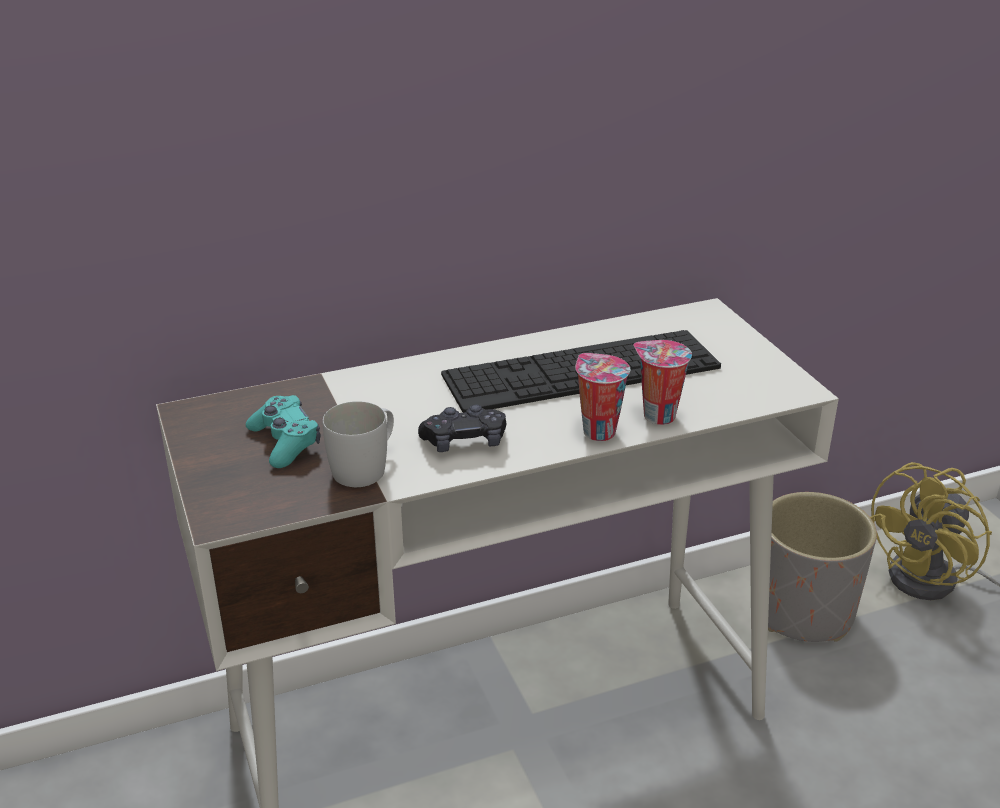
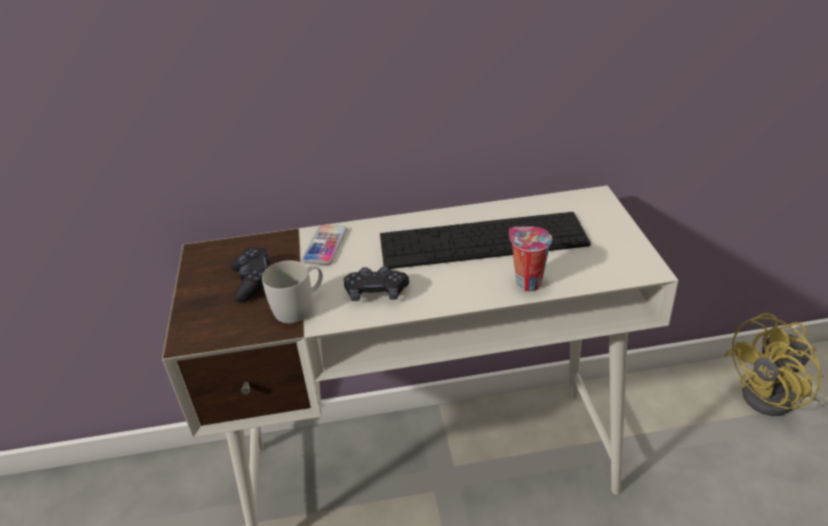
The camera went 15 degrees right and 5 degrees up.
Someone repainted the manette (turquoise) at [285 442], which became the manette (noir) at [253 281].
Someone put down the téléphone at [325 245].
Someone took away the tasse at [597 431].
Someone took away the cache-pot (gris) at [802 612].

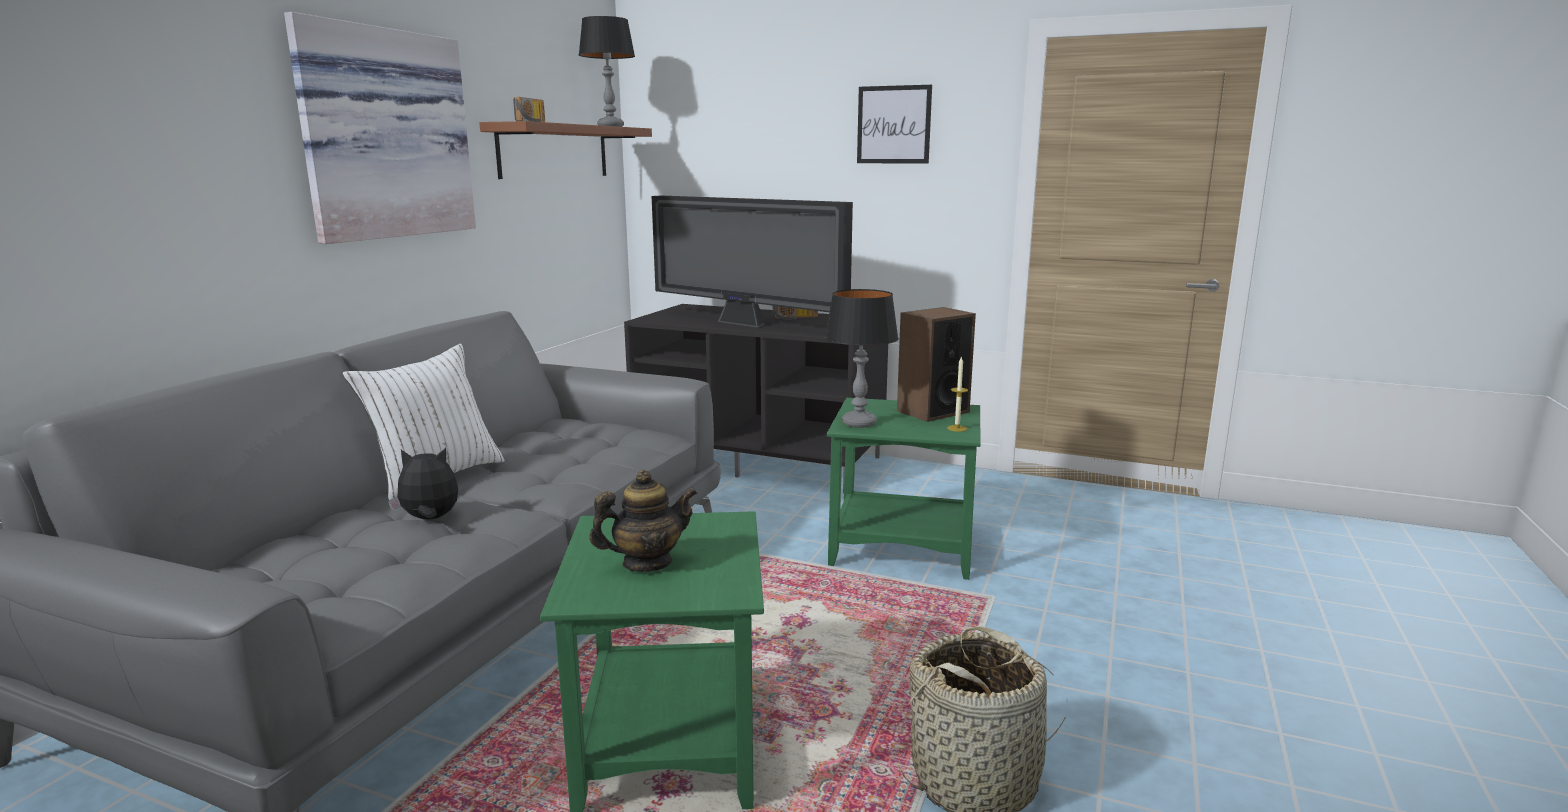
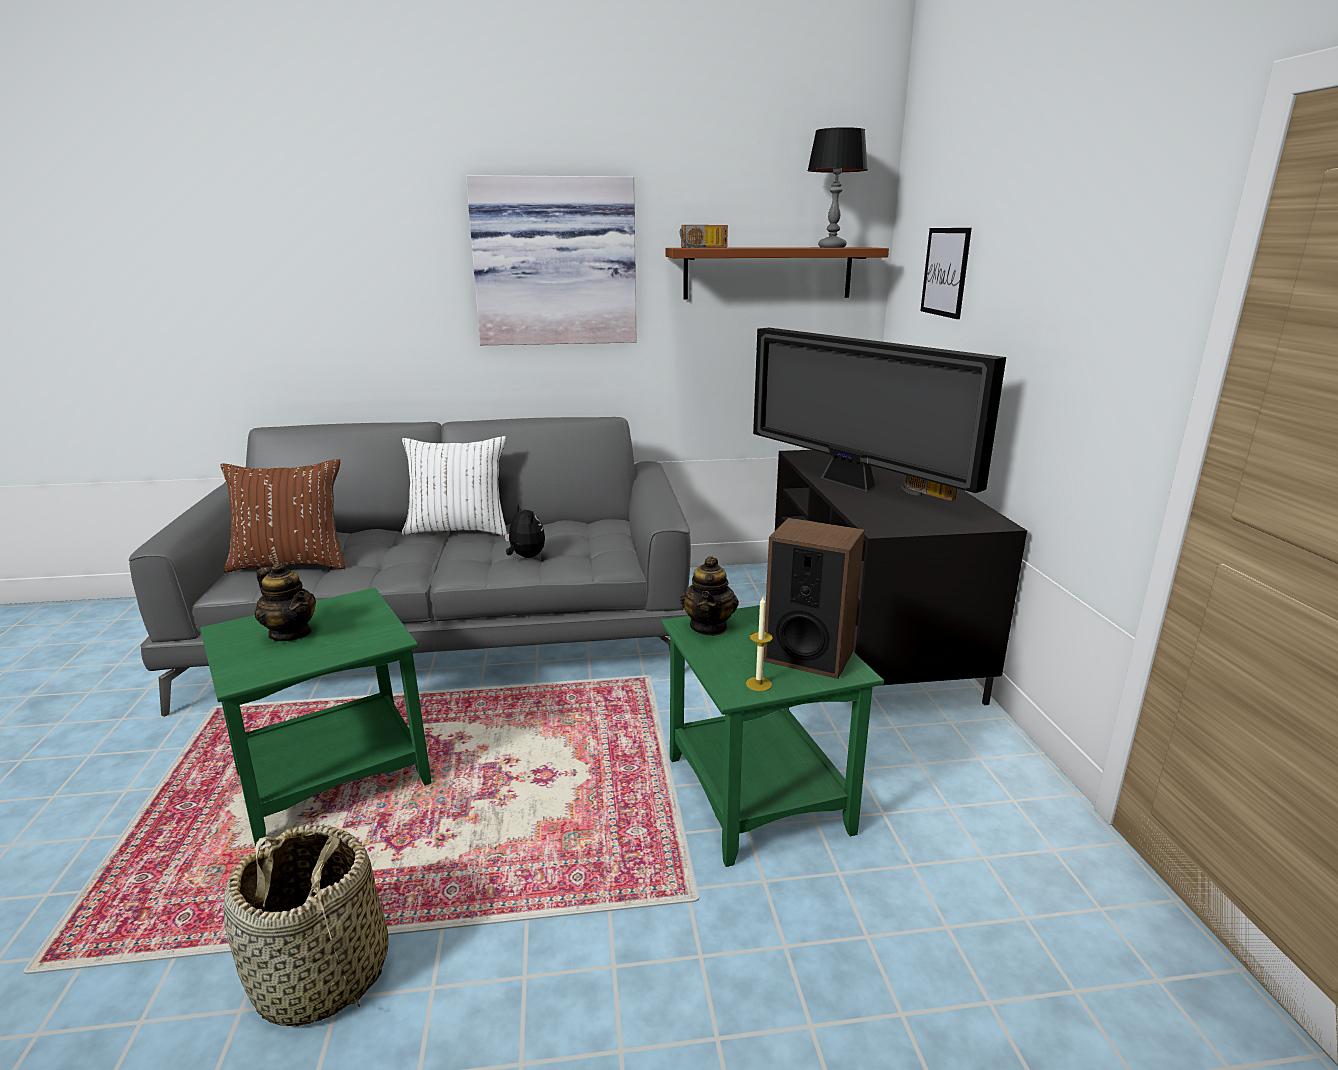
The camera went 60 degrees right and 5 degrees up.
Someone put down the coussin (marron) at [291 563].
Someone carried the peluche from [430 519] to [525 556].
Someone swapped the lampe de table at [859 423] for the théière at [709 627].
Someone rotated the téléviseur at [745 324] by 45 degrees counterclockwise.
Someone carried the tableau from [893 125] to [945 272].

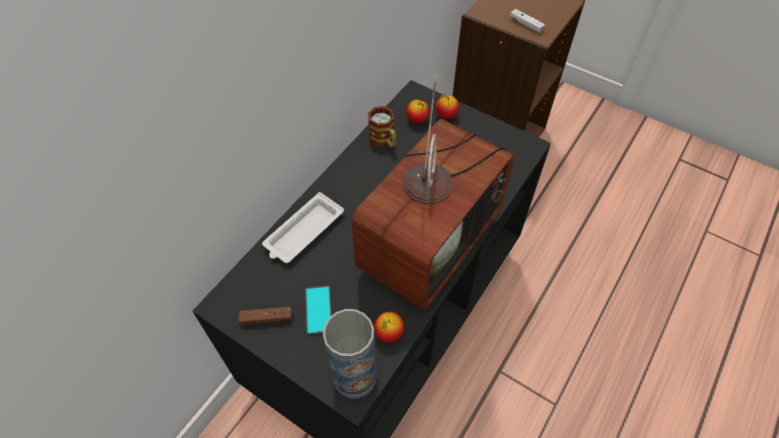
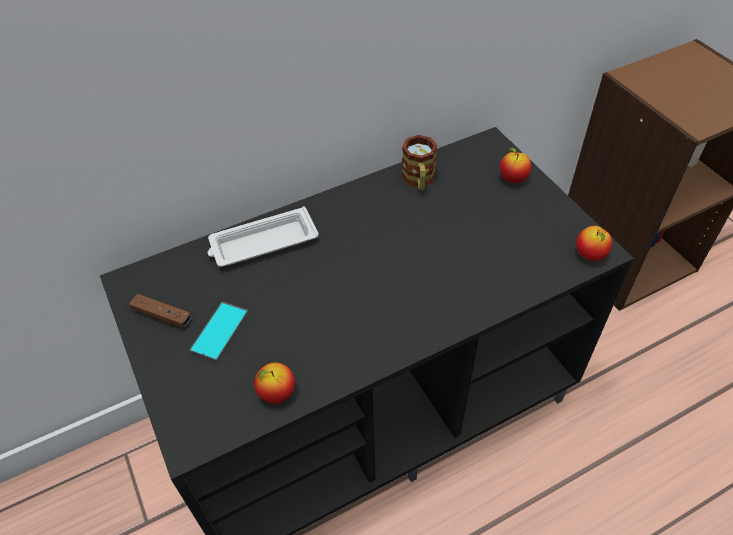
The camera went 30 degrees right and 5 degrees down.
Someone carried the pomme from [417 120] to [590 255].
Someone took away the vase at [354 377].
Someone took away the téléviseur at [428 237].
Someone took away the manette (blanc) at [526 24].

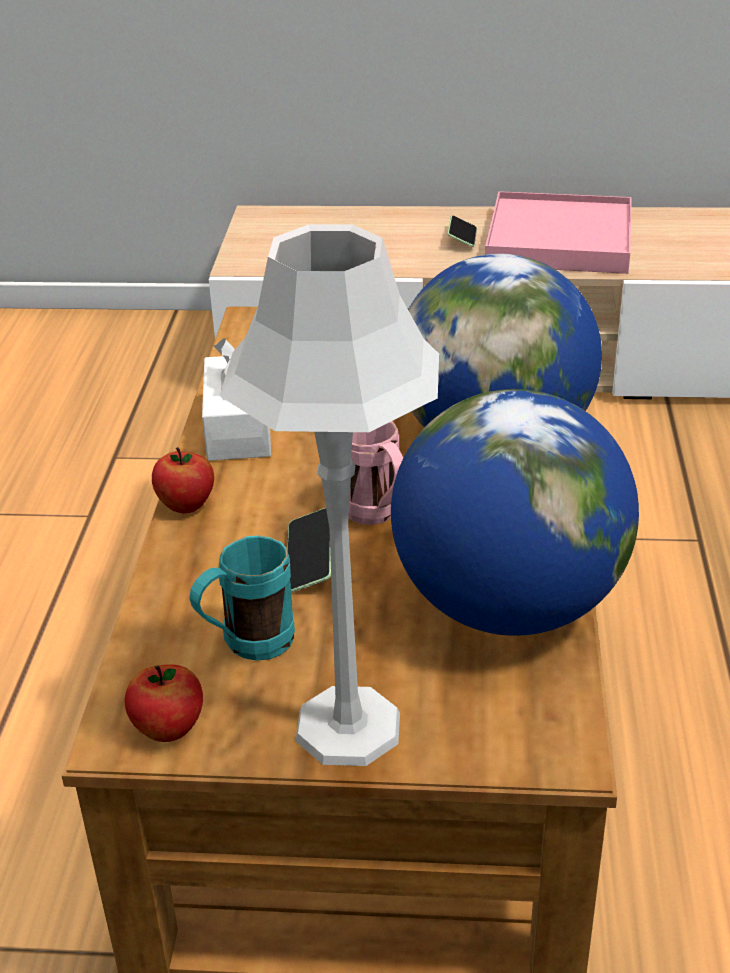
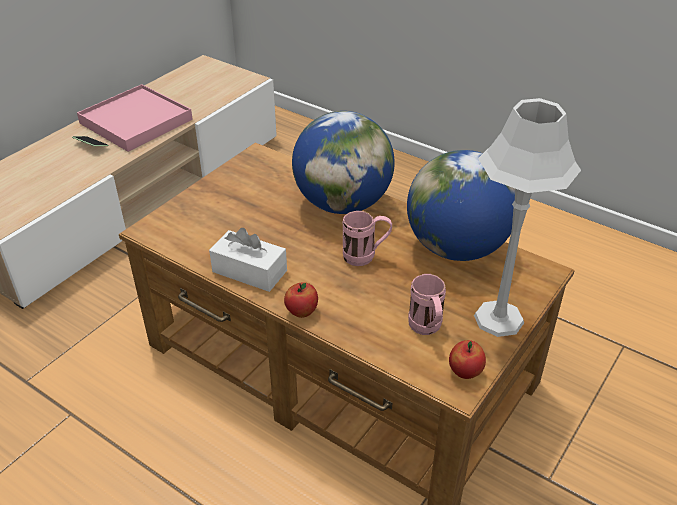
The camera went 60 degrees left and 5 degrees up.
Someone repainted the mug (turquoise) at [246 646], which became the mug (rose) at [426 329].
Someone took away the téléphone at [310 561].

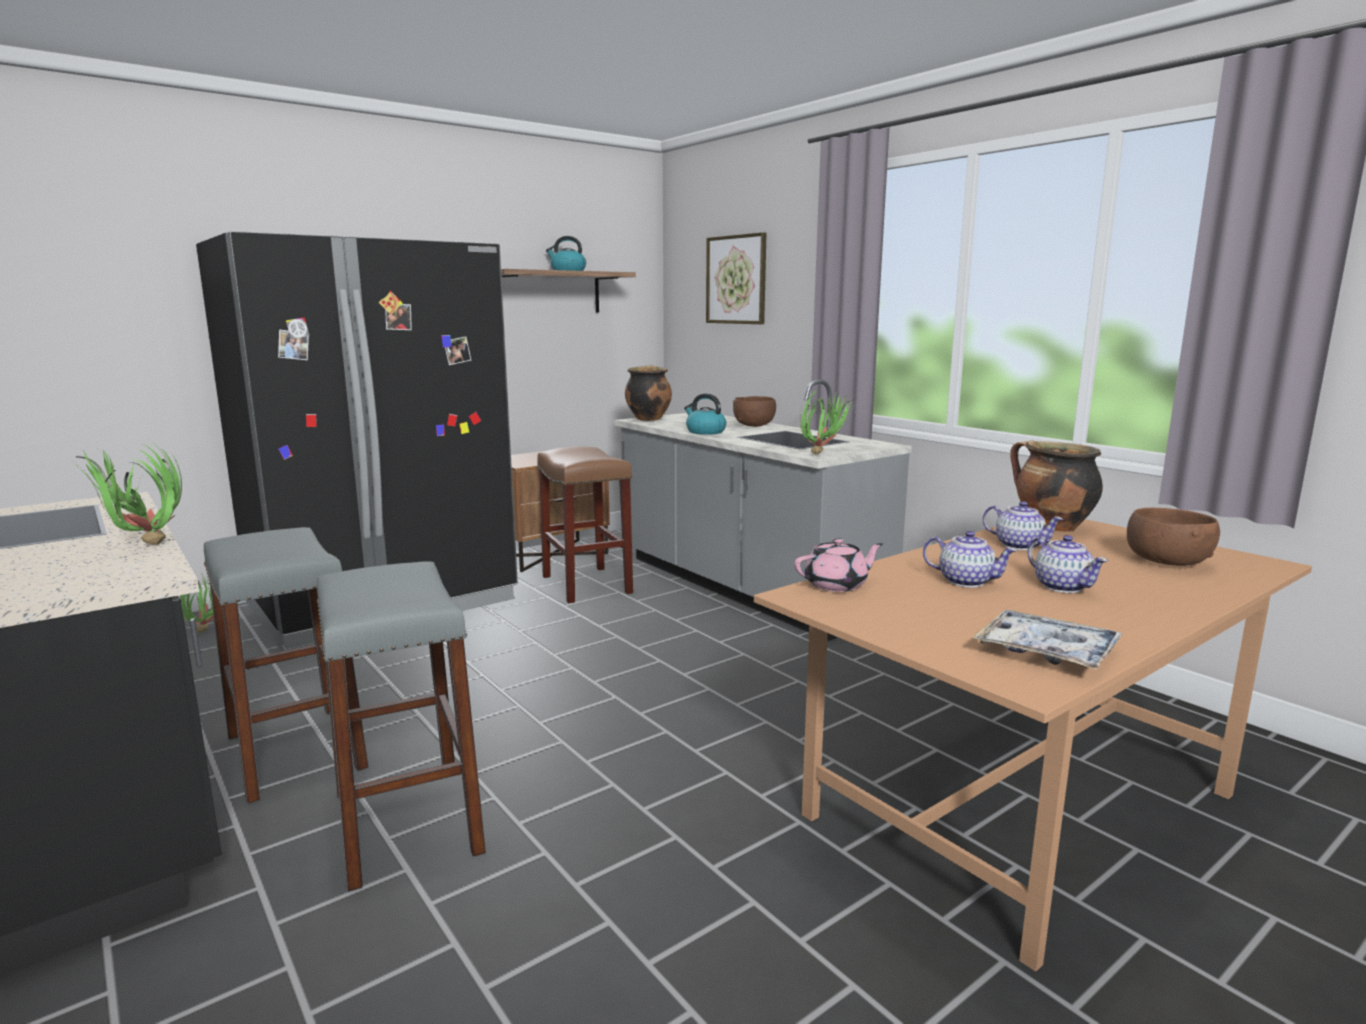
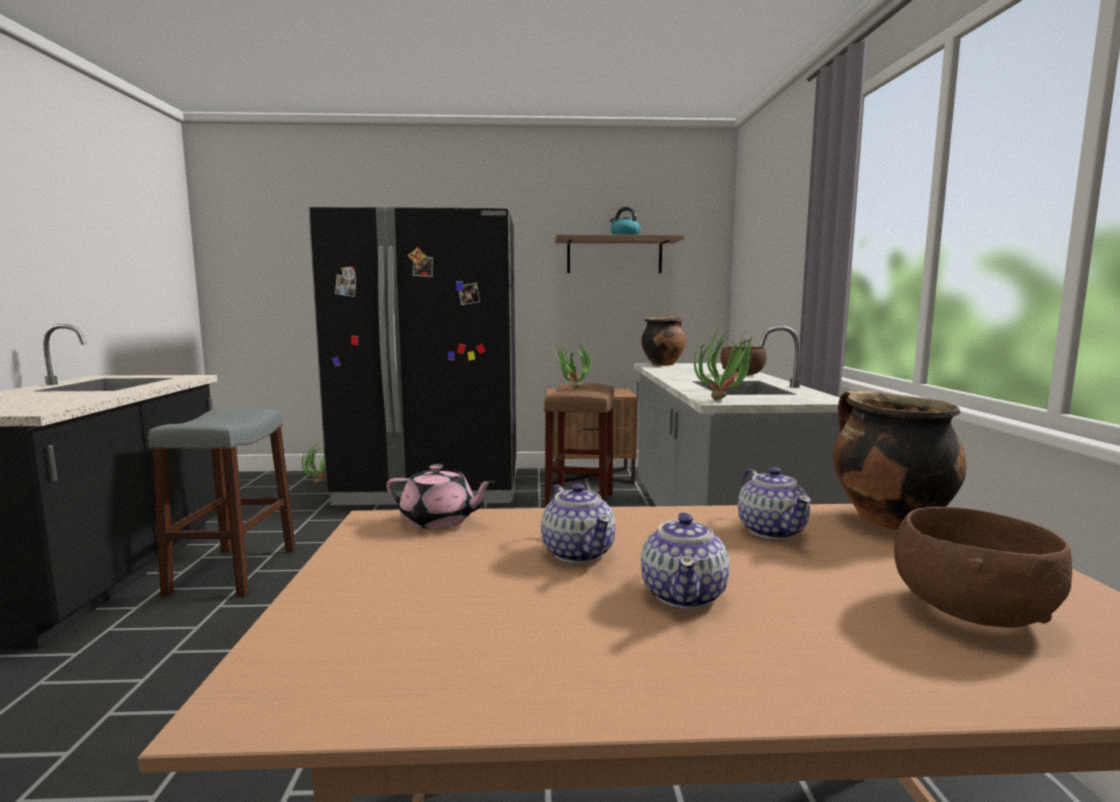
The camera went 35 degrees right and 5 degrees down.
Someone carried the plante en pot from [142 548] to [572 389].
Someone took away the tabouret (gris) at [407 821].
Someone took away the bouilloire at [705 432].
Someone took away the tableau at [736 280].
Someone took away the plateau at [1046 651].

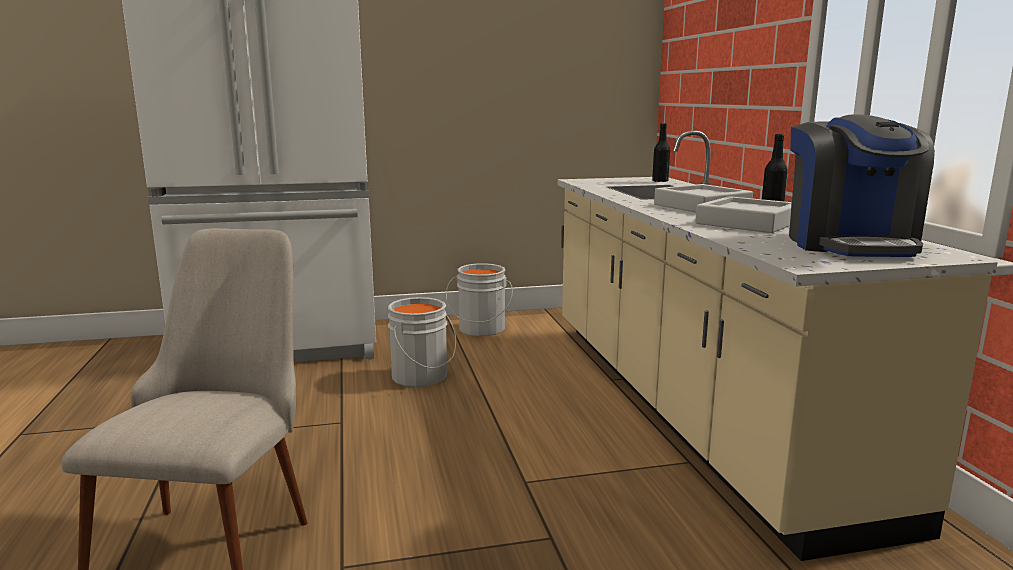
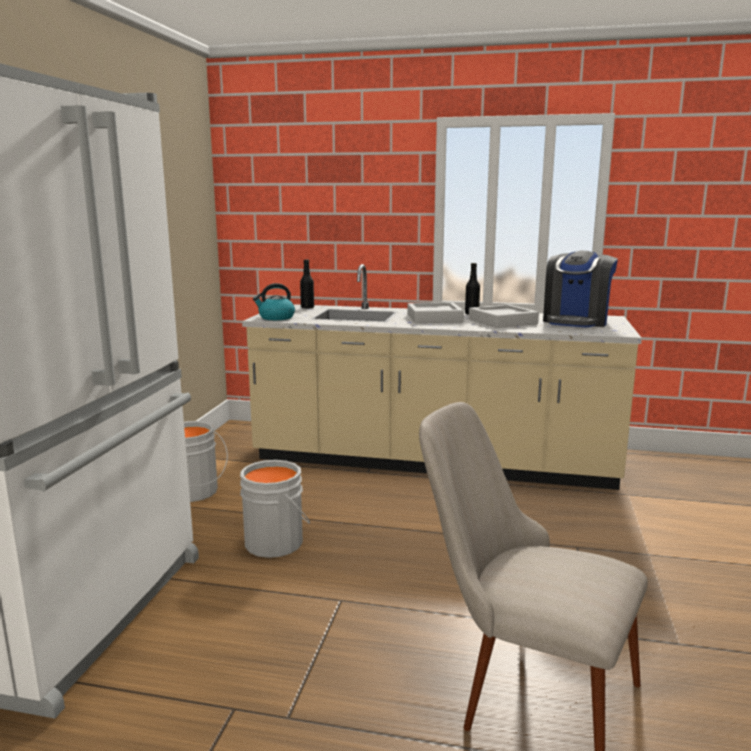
The camera went 65 degrees left and 0 degrees up.
Someone put down the bouilloire at [276 318].
Someone rotated the machine à café at [849 244] by 90 degrees clockwise.

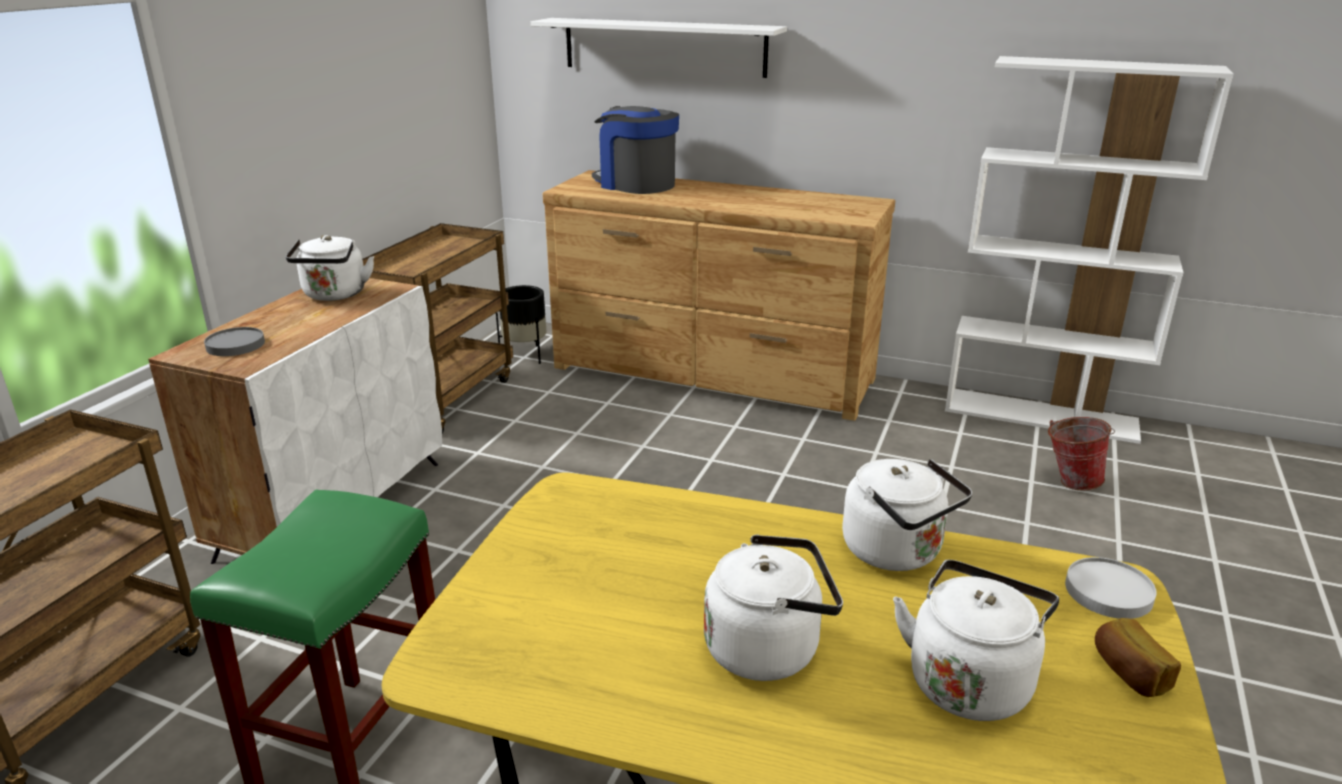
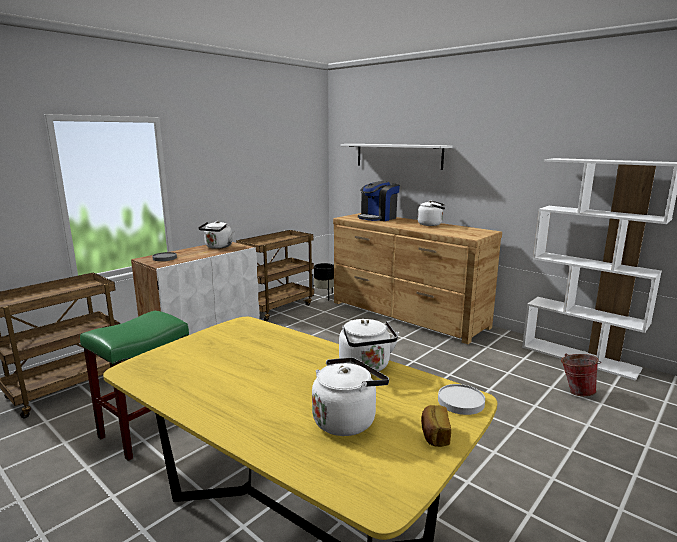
The camera went 20 degrees right and 10 degrees down.
Someone rotated the machine à café at [636 184] by 105 degrees counterclockwise.
Someone carried the bouilloire (blanc) from [768 648] to [431 224].

